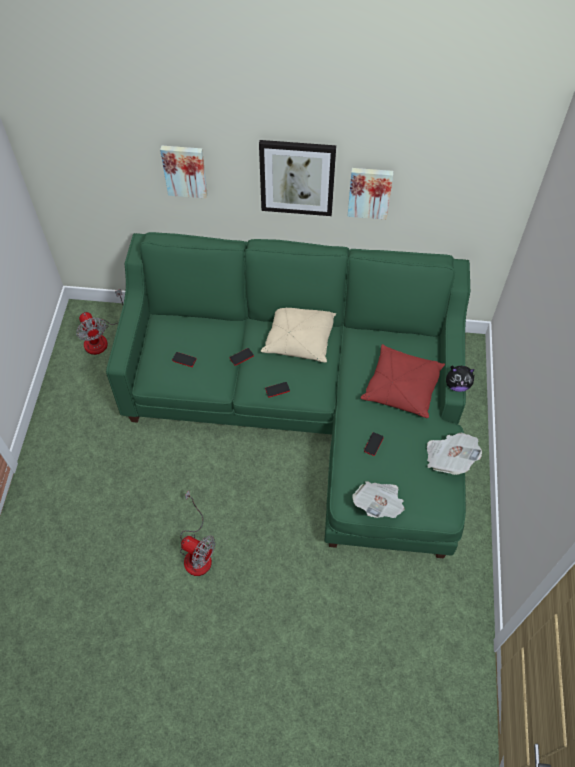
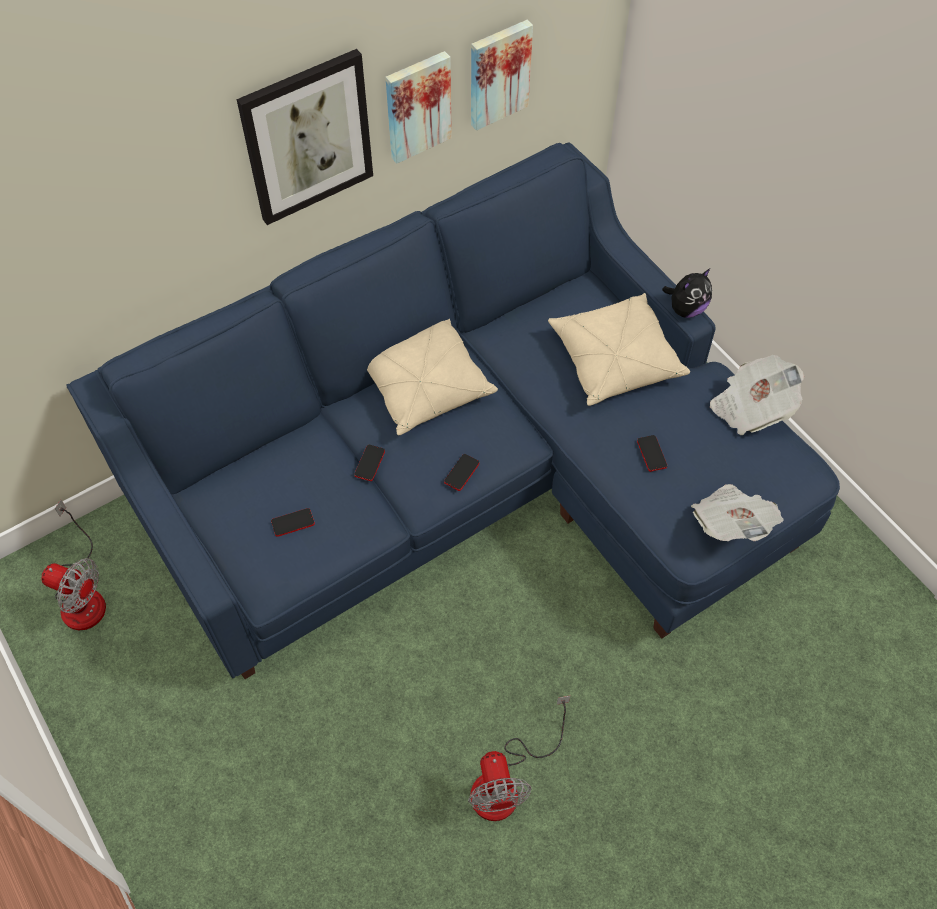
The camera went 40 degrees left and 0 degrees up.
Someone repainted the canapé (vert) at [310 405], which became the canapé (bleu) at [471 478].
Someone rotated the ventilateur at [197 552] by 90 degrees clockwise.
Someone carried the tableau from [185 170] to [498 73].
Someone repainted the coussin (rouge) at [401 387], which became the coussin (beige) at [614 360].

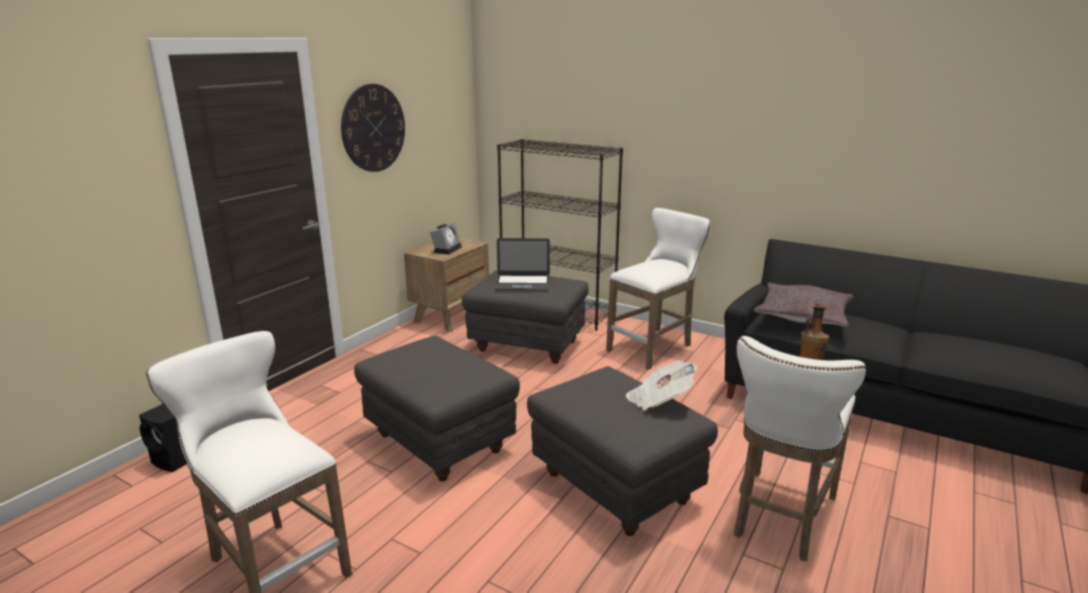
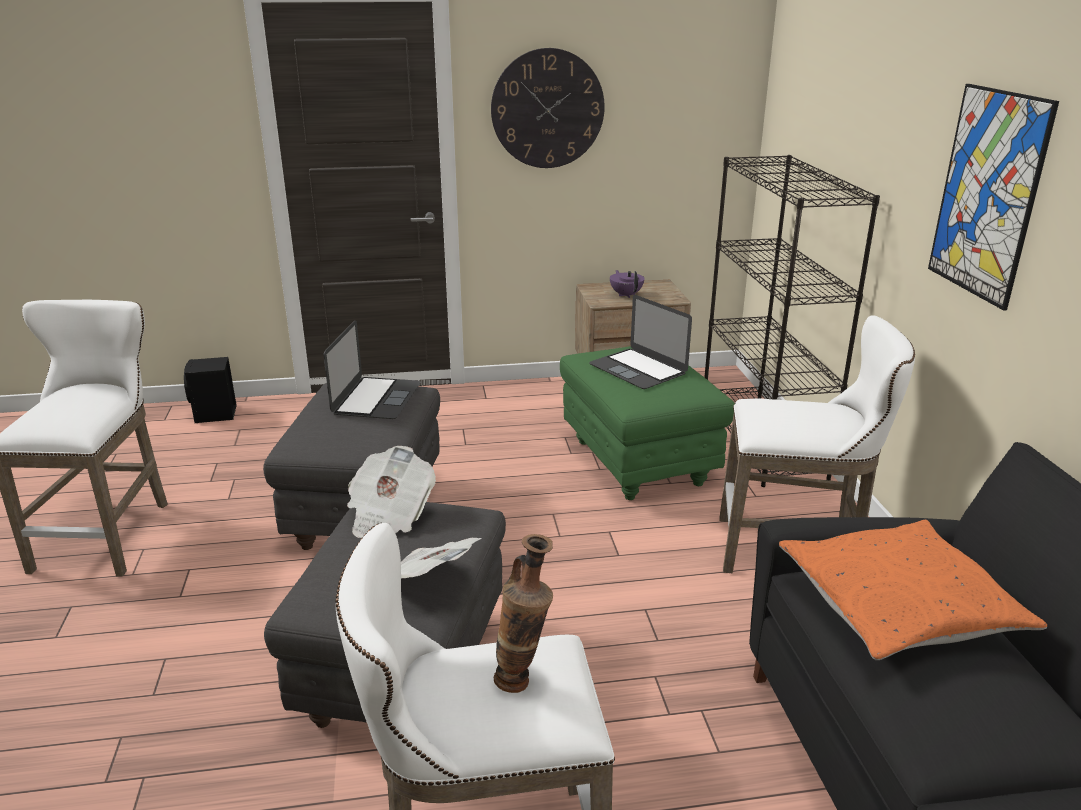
The camera went 50 degrees right and 5 degrees up.
Someone put down the ordinateur portable at [376 398].
Someone put down the journal at [389 514].
Someone repainted the pouf (gris) at [528 346], which became the pouf (vert) at [639 463].
Someone swapped the réveil at [447 249] for the théière (violet) at [626 295].
Someone repainted the coussin (gris) at [802 315], which became the coussin (orange) at [898 604].
Someone put up the tableau at [987 194].

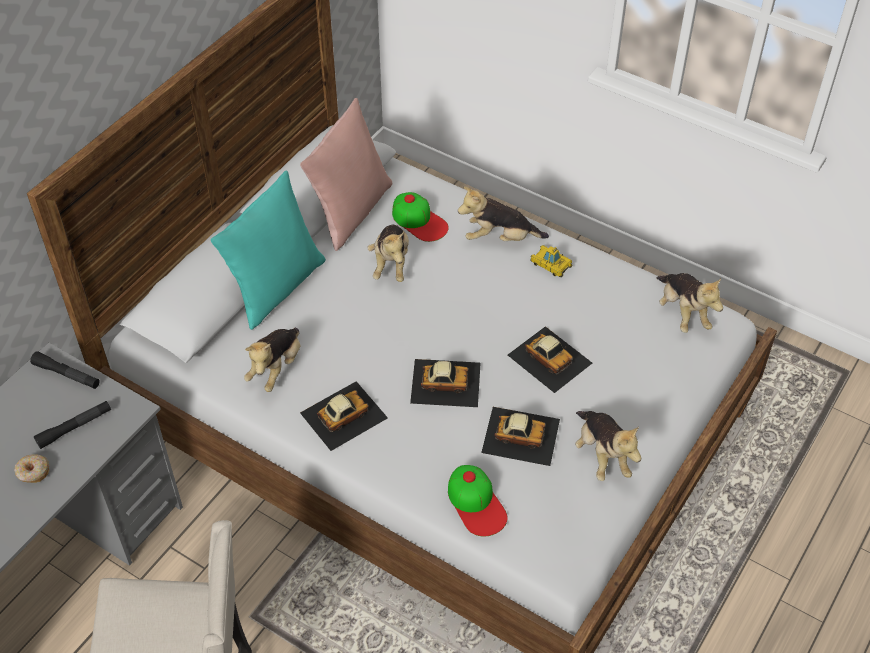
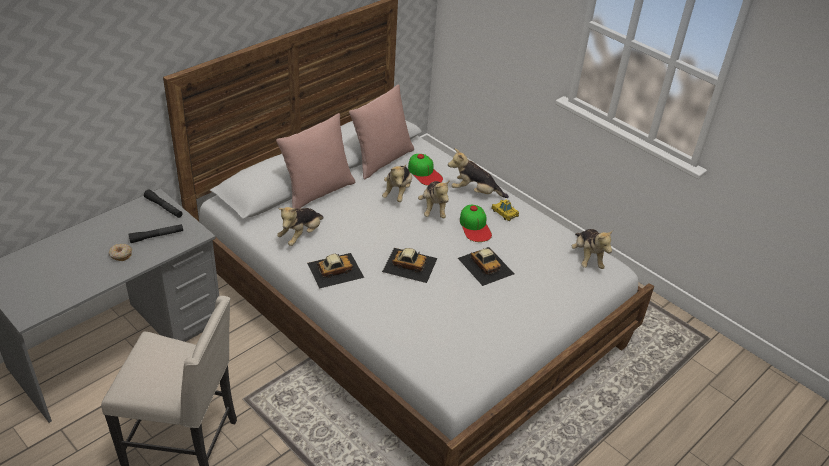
The camera went 10 degrees right and 10 degrees down.
Someone repainted the coussin (turquoise) at [276 288], which became the coussin (rose) at [317 192].
Someone carried the peluche from [602 455] to [433 209].
Someone carried the casquette from [476 503] to [475 226].
Someone took away the petite voiture at [520 435].

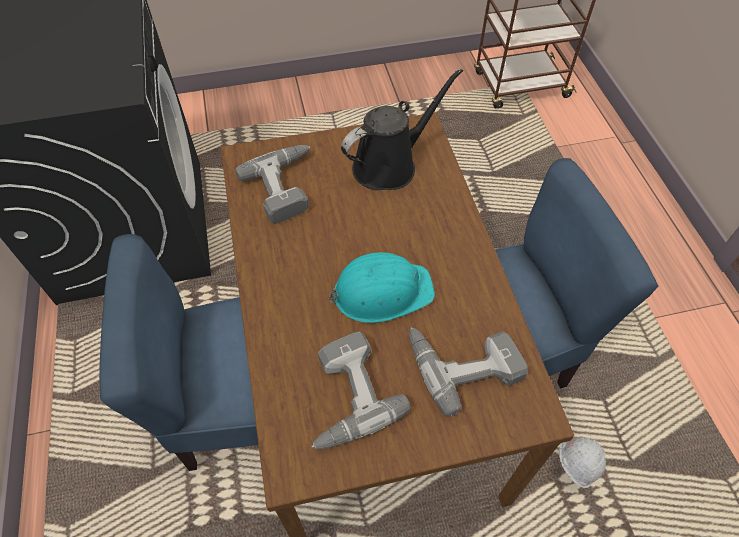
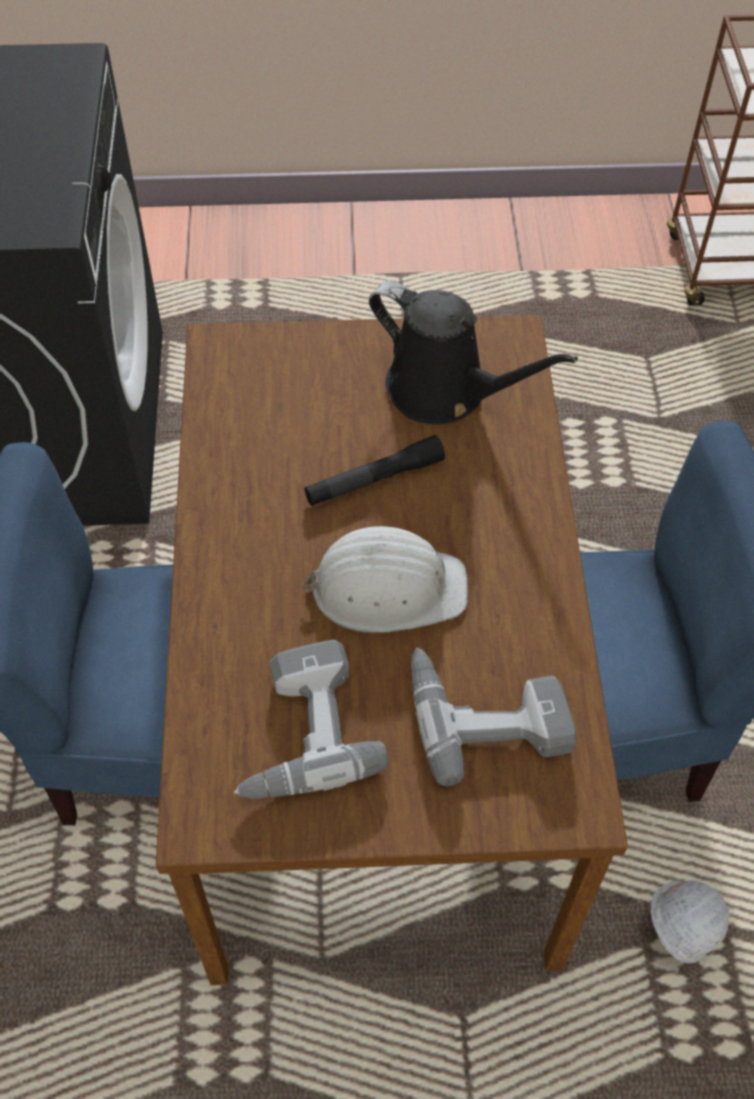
The camera went 10 degrees right and 0 degrees up.
Someone repainted the casque de chantier (turquoise) at [381 291], which became the casque de chantier (blanc) at [387 587].
Someone put down the lampe de poche (noir) at [374 480].
Someone rotated the arrosoir (noir) at [390 165] by 60 degrees clockwise.
Someone took away the perceuse at [287 187].

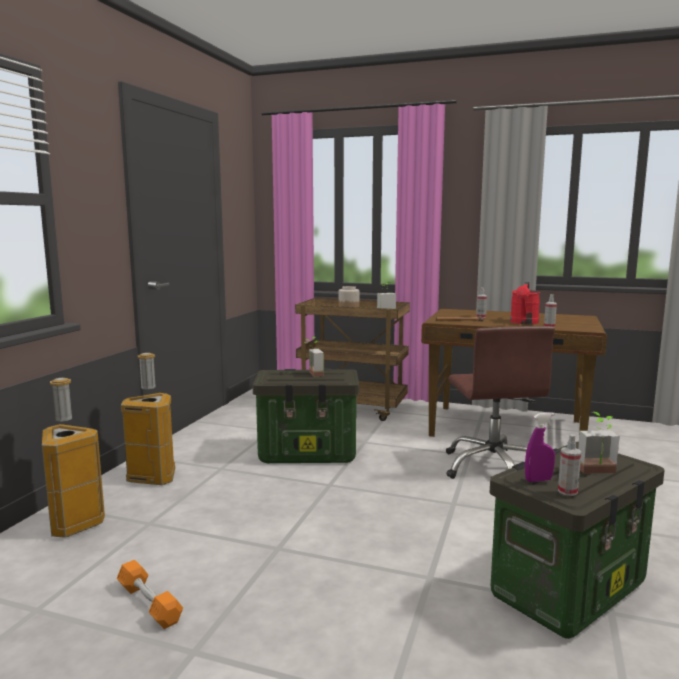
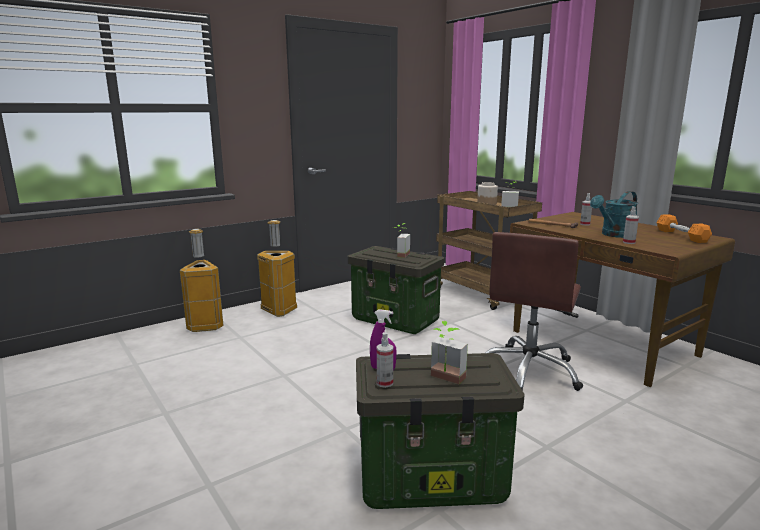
The camera went 35 degrees right and 5 degrees up.
Someone repainted the arrosoir (rouge) at [524 323], which became the arrosoir (turquoise) at [614 235].
Someone carried the haltère (orange) from [149 603] to [681 235].

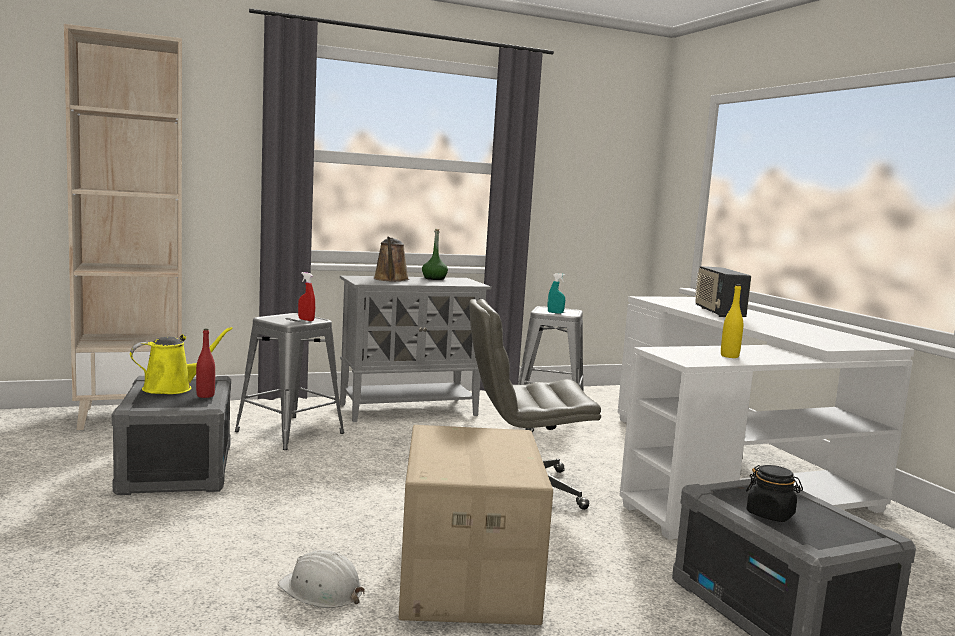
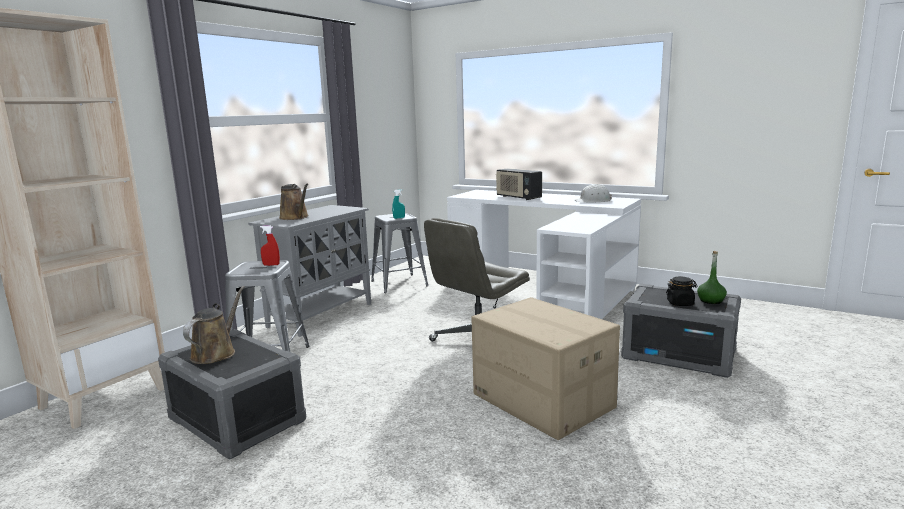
The camera went 35 degrees left and 5 degrees up.
Someone repainted the arrosoir (jaune) at [173 388], which became the arrosoir (marron) at [216 353].
Someone carried the casque de chantier (blanc) from [321 590] to [593 201].
Someone carried the bouteille (vert) from [434 278] to [711 301].
Someone took away the bouteille (rouge) at [205 395].
Someone took away the bouteille (jaune) at [729 356].

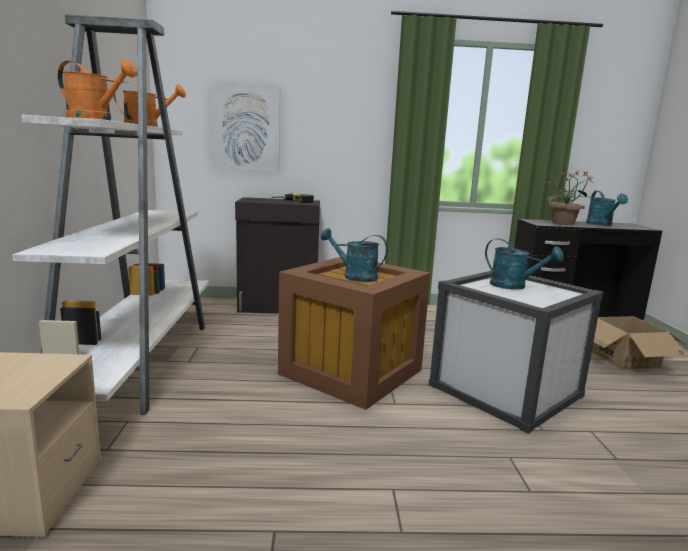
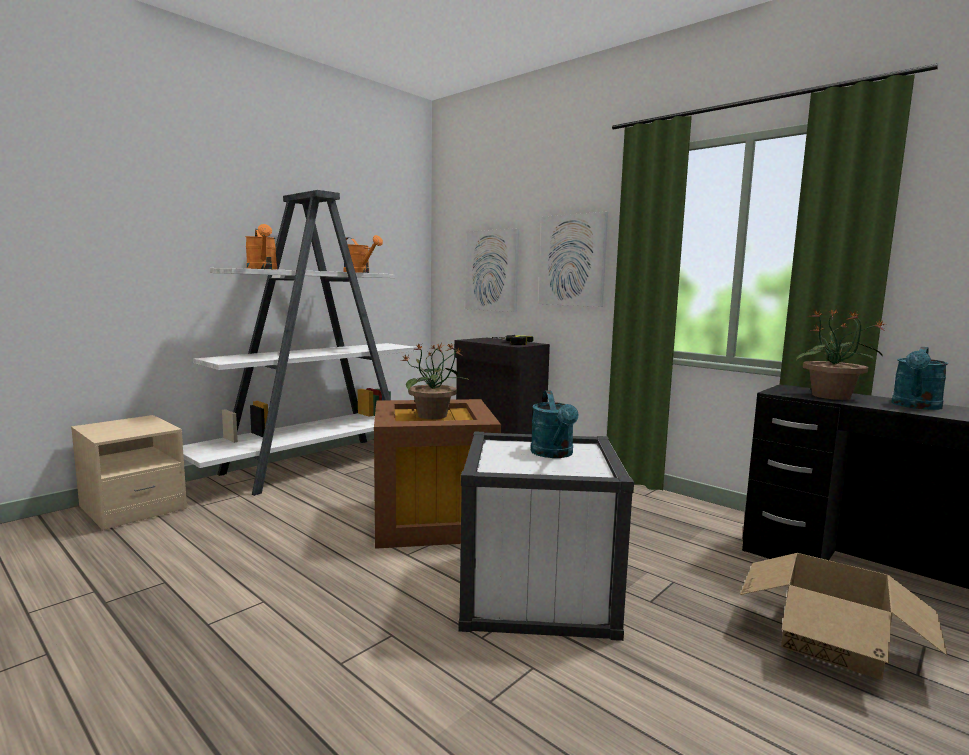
The camera went 45 degrees right and 5 degrees down.
Someone swapped the arrosoir (turquoise) at [354 276] for the plante en pot at [433 416].
Someone put up the tableau at [573 260].

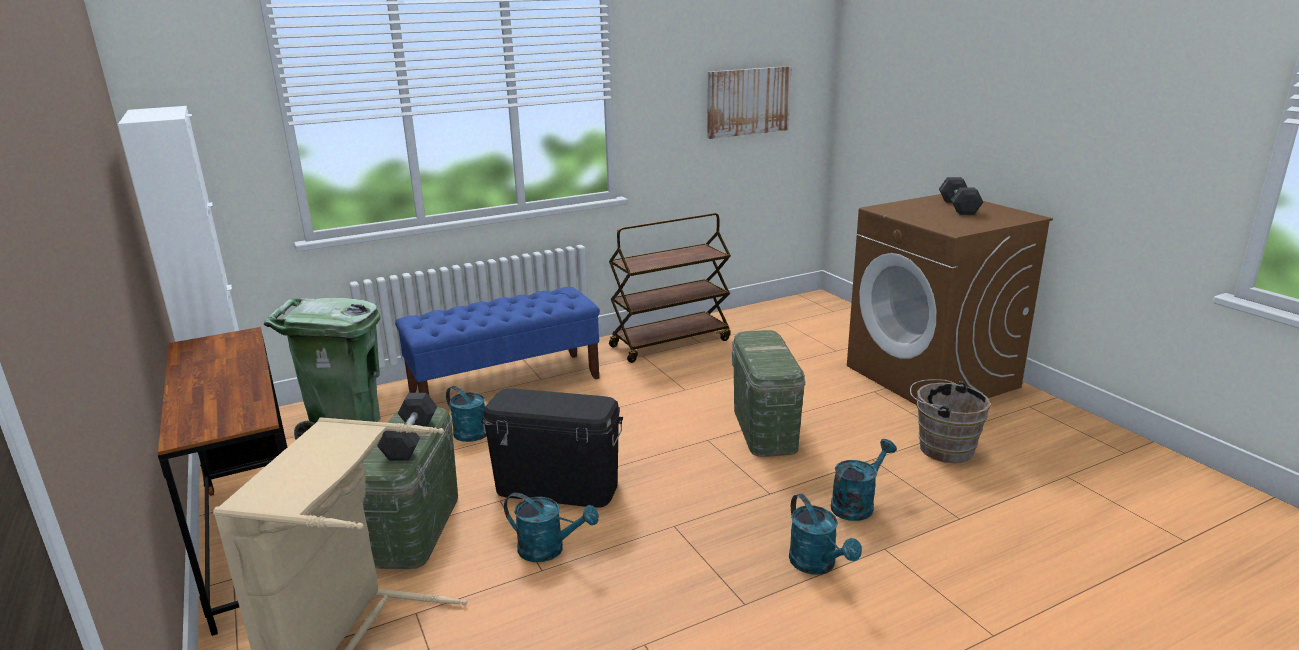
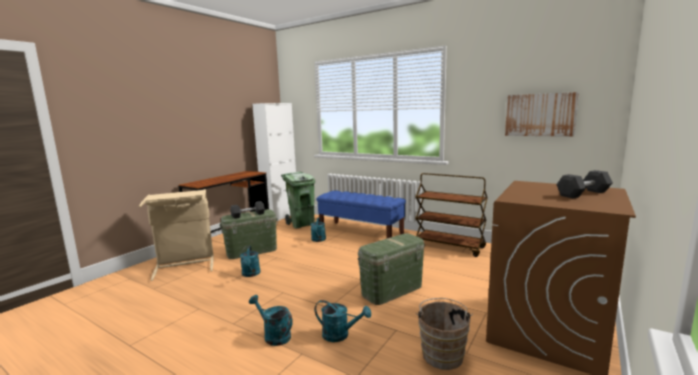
The camera went 60 degrees right and 10 degrees down.
Someone rotated the arrosoir (turquoise) at [818 565] by 90 degrees clockwise.
Someone took away the boîte de rangement (noir) at [557 487].

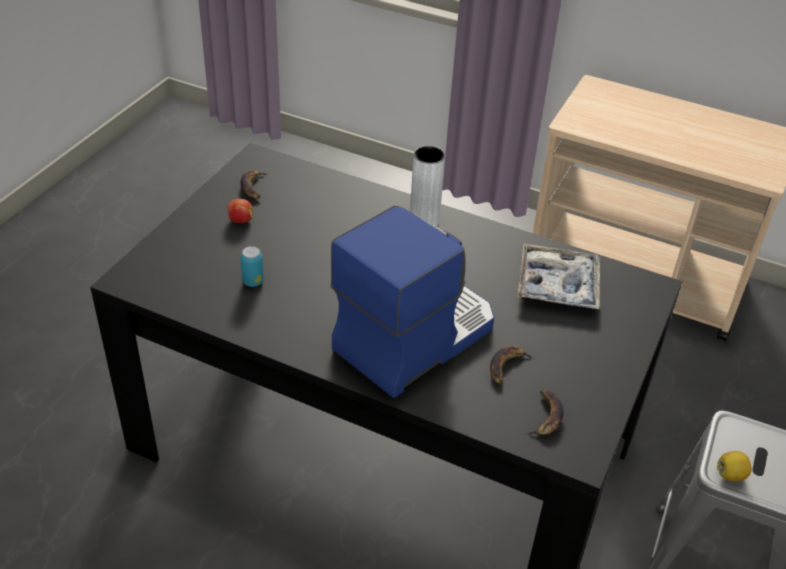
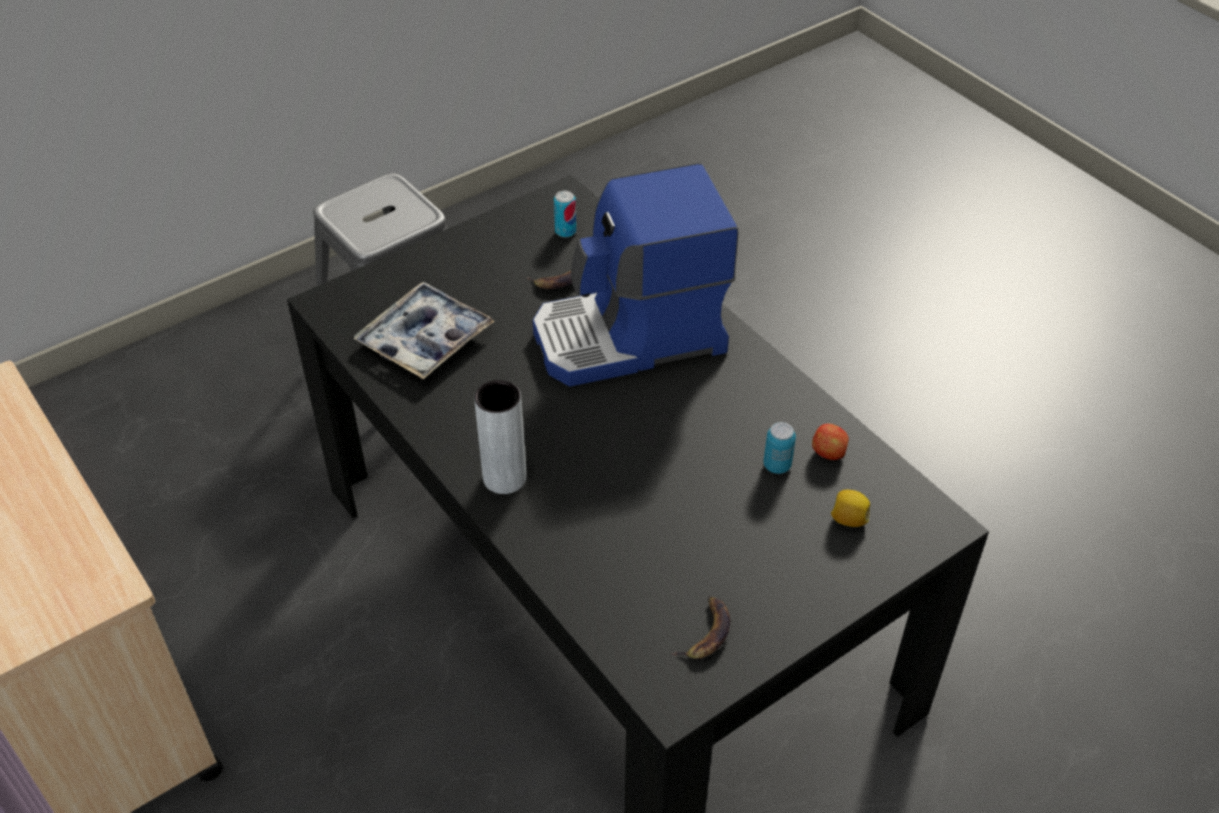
The camera went 150 degrees left and 5 degrees up.
Someone swapped the banane at [545 416] for the boîte métallique at [565 231].
Someone carried the pomme from [240 220] to [829 453].
Someone carried the citron from [731 475] to [848 519].

